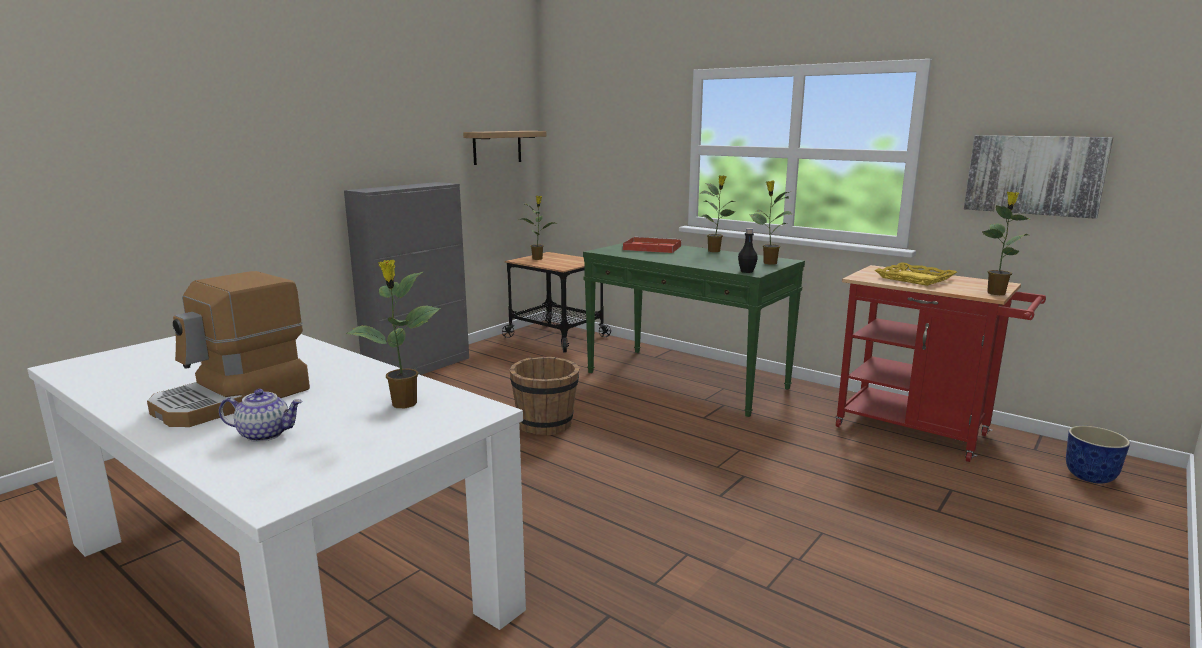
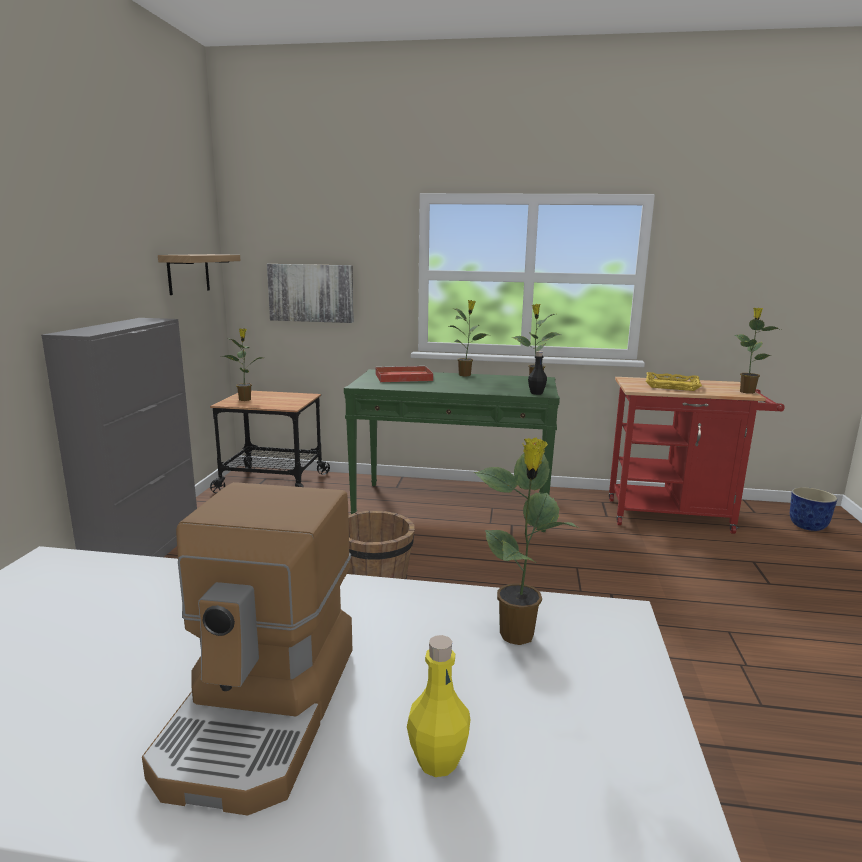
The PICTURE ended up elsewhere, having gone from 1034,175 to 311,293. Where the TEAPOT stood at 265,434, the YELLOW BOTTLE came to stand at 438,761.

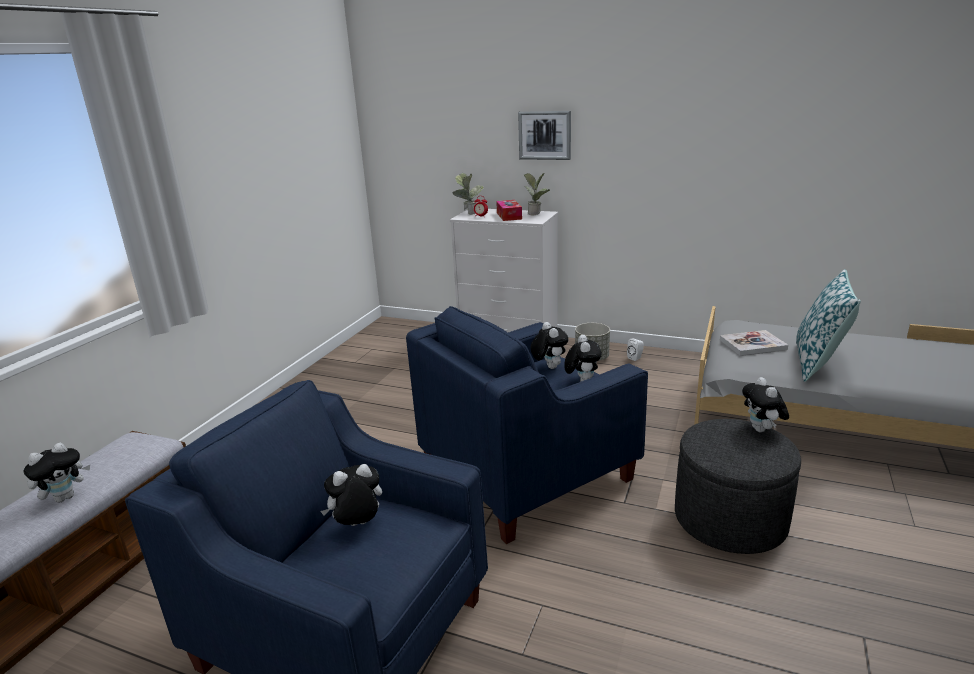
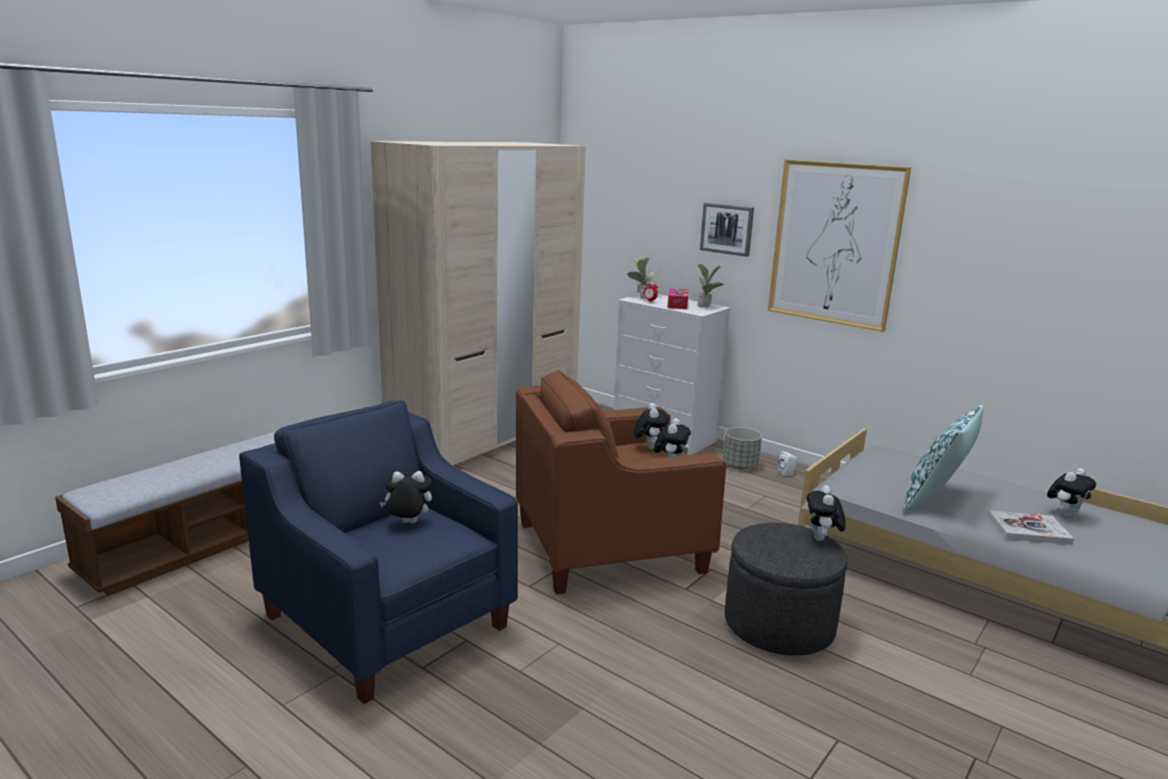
The second view gained the BEIGE WARDROBE at 486,436. What was the BLUE ARMCHAIR at 527,474 turned into the BROWN ARMCHAIR at 609,547. The second view gained the PICTURE at 835,243. The BOOK ended up elsewhere, having gone from 752,344 to 1028,530. The PLUSH TOY ended up elsewhere, having gone from 65,497 to 1065,514.

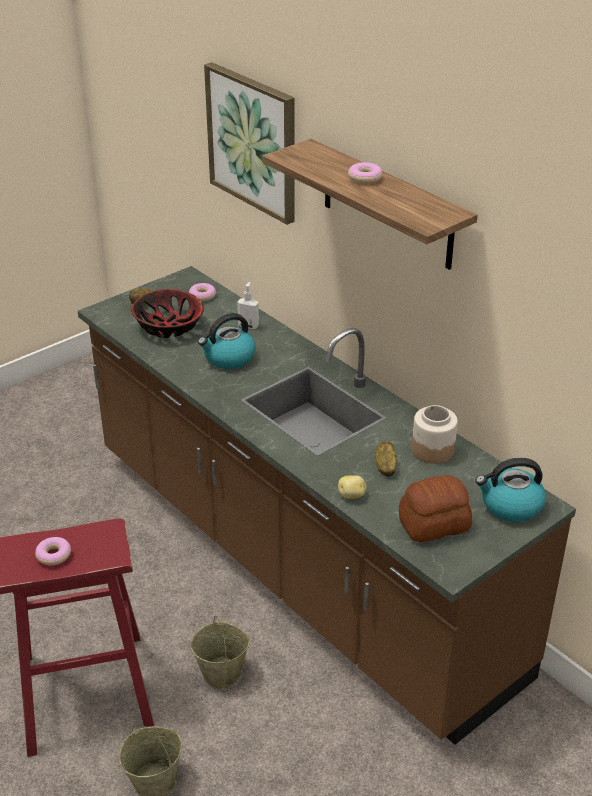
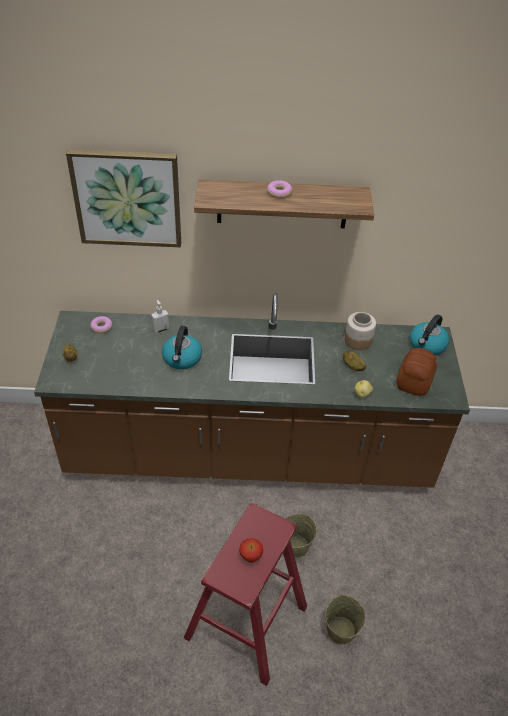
Where the DONUT stood at 53,555, the APPLE came to stand at 250,558. The second view lost the BOWL at 169,327.

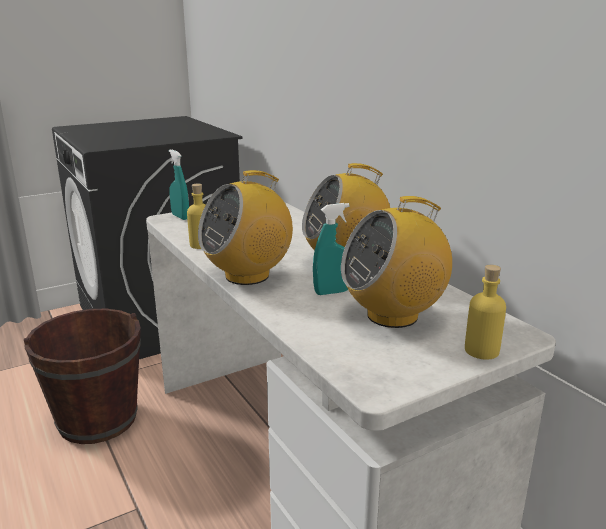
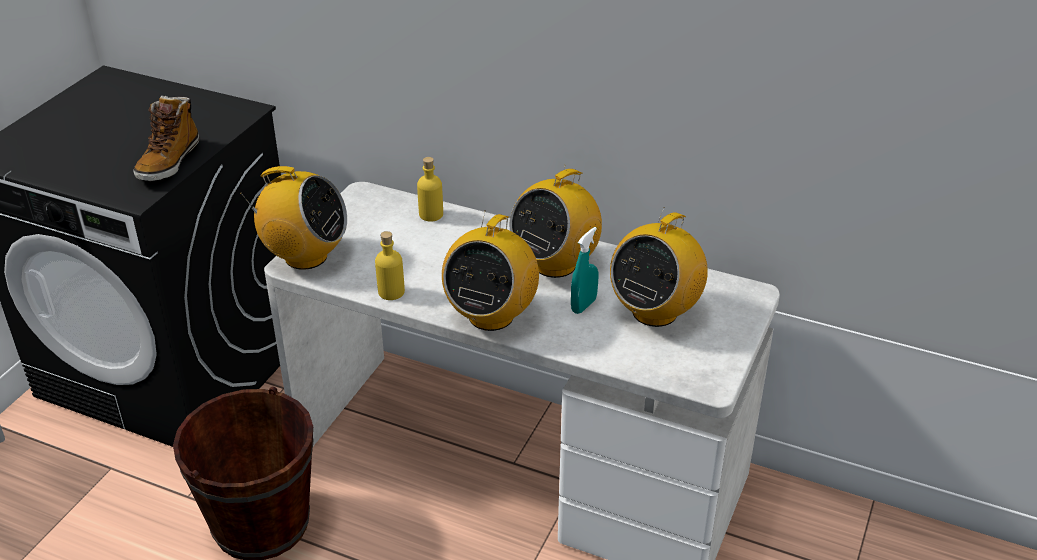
The second view gained the BOOT at 169,162. Where the TURQUOISE SPRAY BOTTLE stood at 180,217, the RADIO came to stand at 305,256. The YELLOW BOTTLE ended up elsewhere, having gone from 481,350 to 431,214.

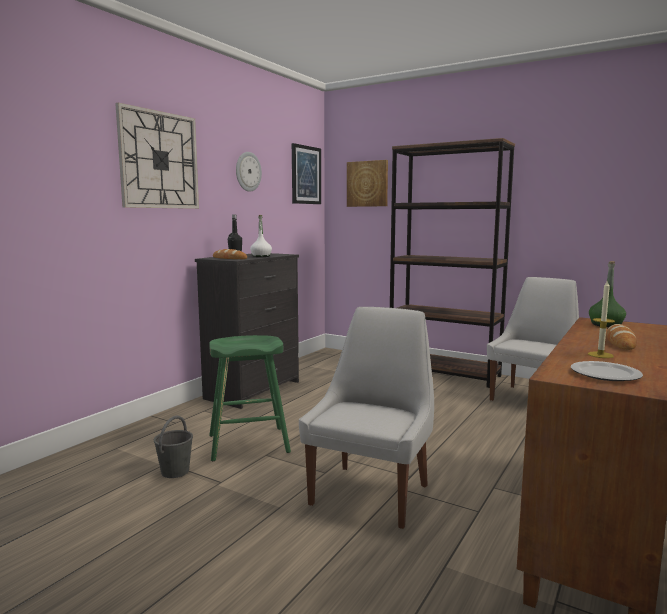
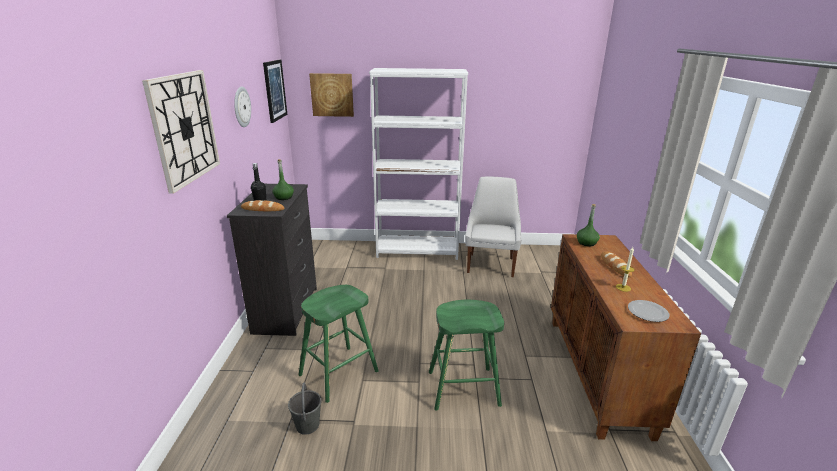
What was the WHITE BOTTLE at 261,256 turned into the GREEN BOTTLE at 284,197. What was the BROWN BOOKCASE at 444,373 turned into the WHITE BOOKCASE at 417,251. Where the WHITE CHAIR stood at 372,492, the GREEN STOOL came to stand at 463,388.

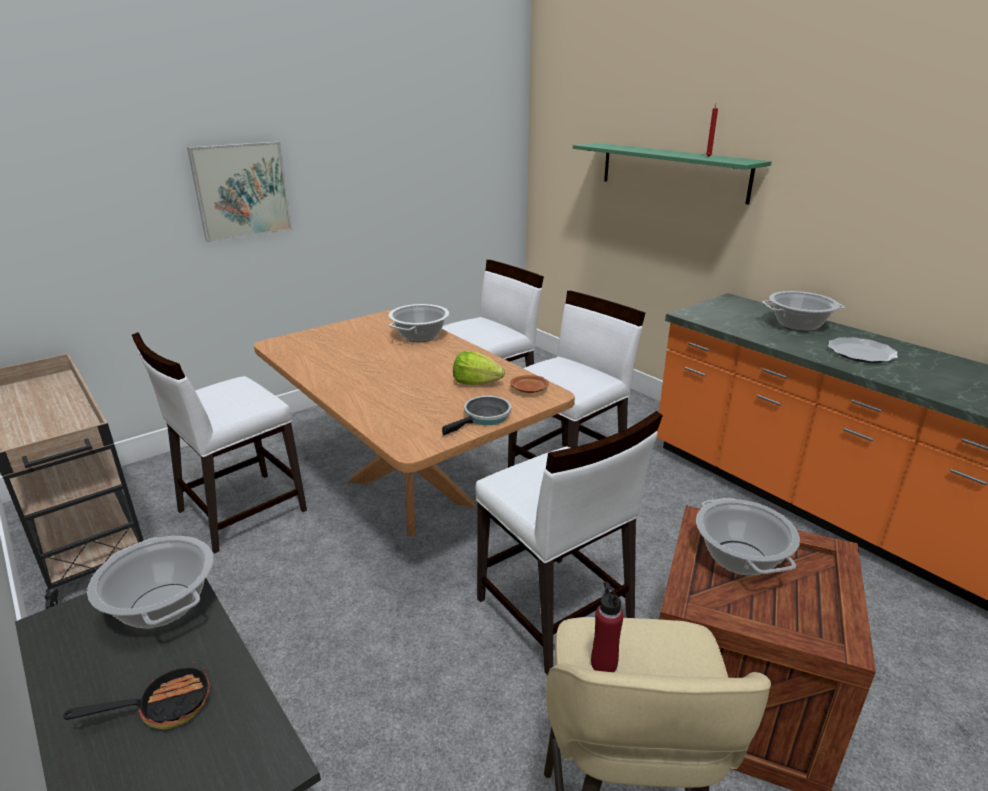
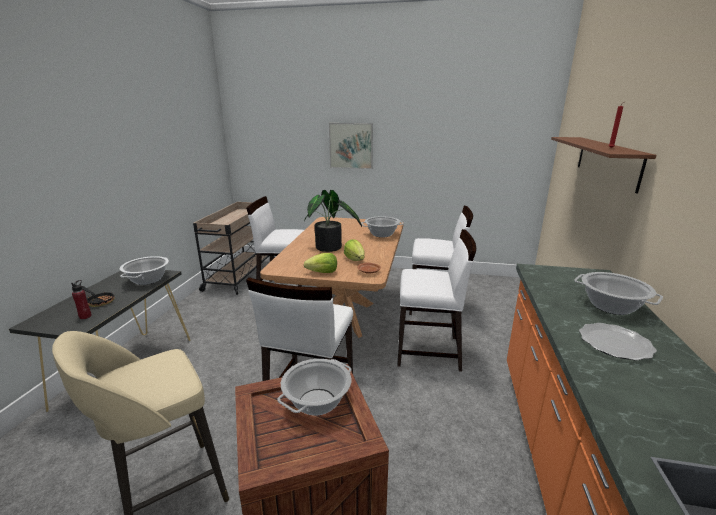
The RED BOTTLE ended up elsewhere, having gone from 604,664 to 85,316. The second view gained the POTTED PLANT at 330,248. Where the FRYING PAN stood at 484,418, the LETTUCE came to stand at 323,272. What was the GREEN SHELF at 672,171 turned into the BROWN SHELF at 607,161.

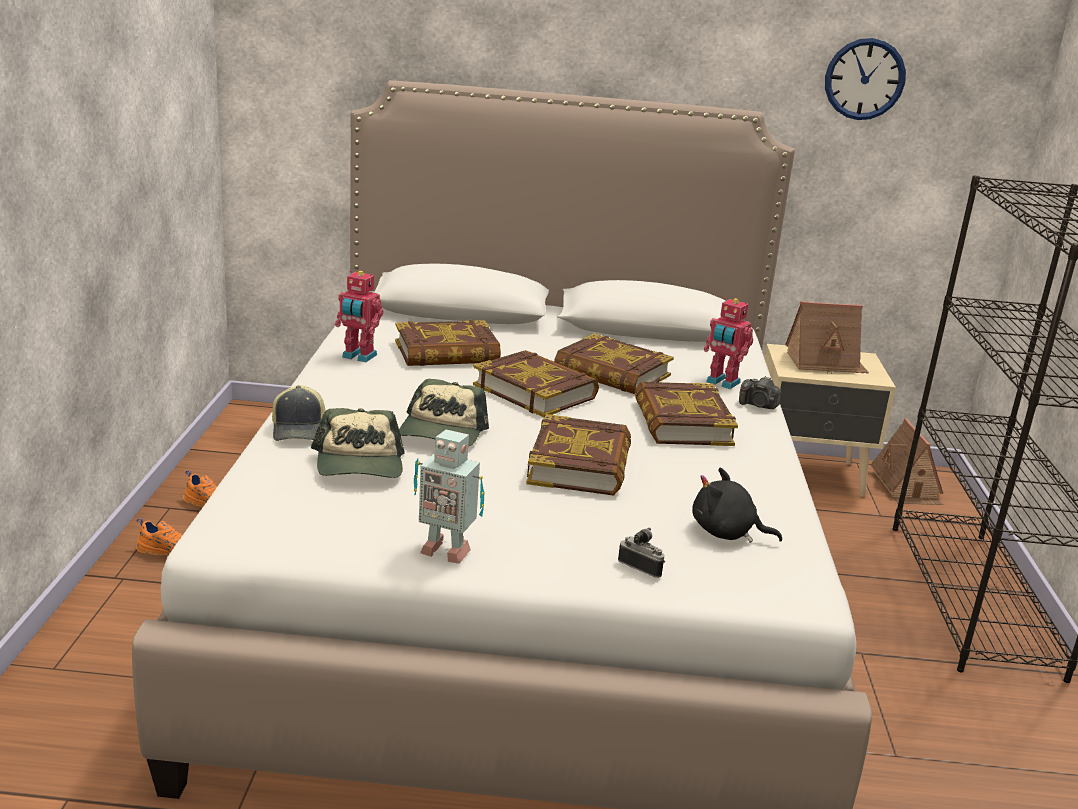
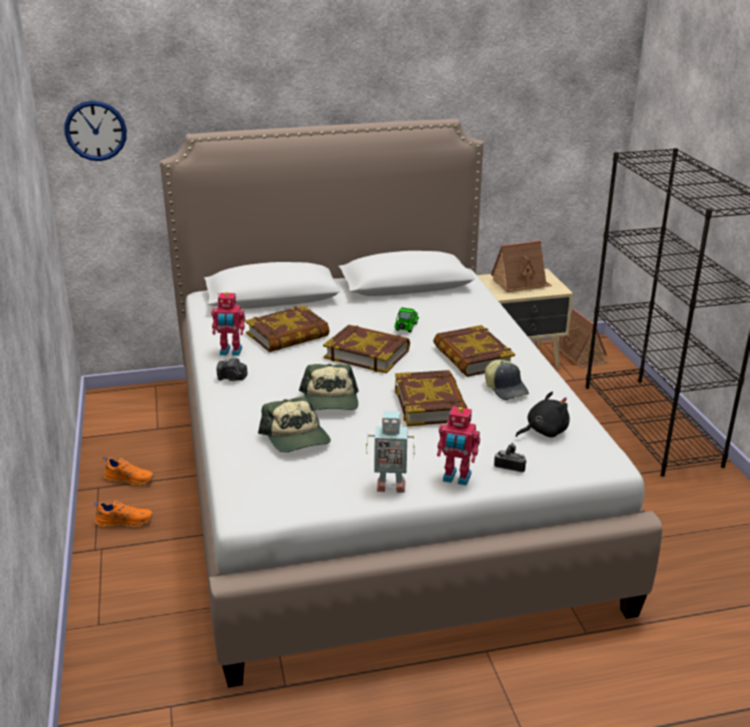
The WALL CLOCK ended up elsewhere, having gone from 864,79 to 95,130. The PHOTO CAMERA ended up elsewhere, having gone from 758,405 to 232,378. Where the BOOK stood at 612,373, the TOY CAR came to stand at 406,327. The TOY ROBOT ended up elsewhere, having gone from 722,383 to 456,478. The CAP ended up elsewhere, having gone from 300,429 to 506,389. The BLACK PLUSH TOY at 727,533 ended up facing another way, 150 degrees clockwise from before.

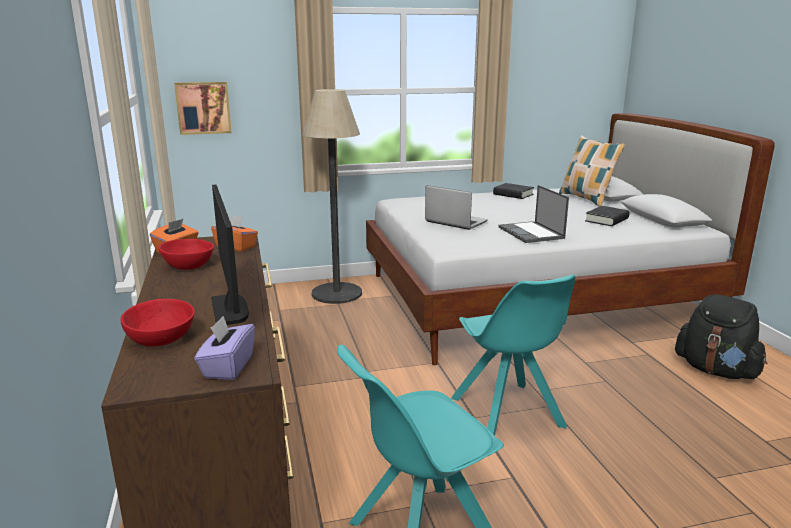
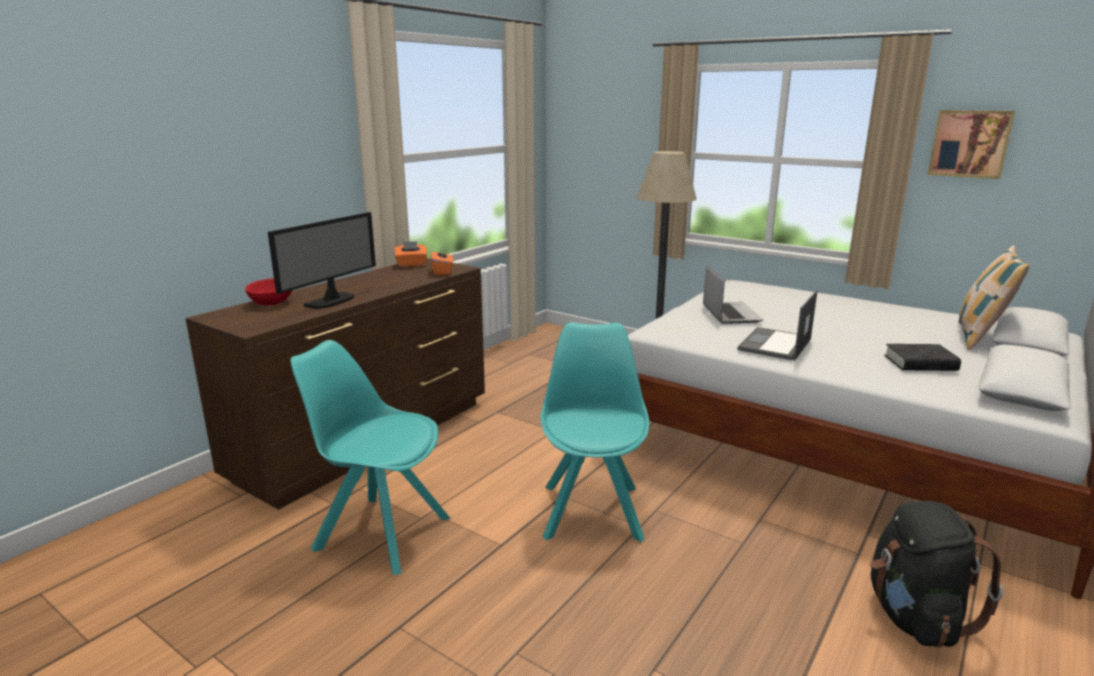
The TURQUOISE CHAIR at 508,414 ended up facing another way, 150 degrees clockwise from before. The PICTURE ended up elsewhere, having gone from 203,108 to 970,143. The second view lost the RED BOWL at 188,266. The second view lost the PURPLE TISSUE BOX at 228,367. The second view lost the BLACK BOOK at 513,194.

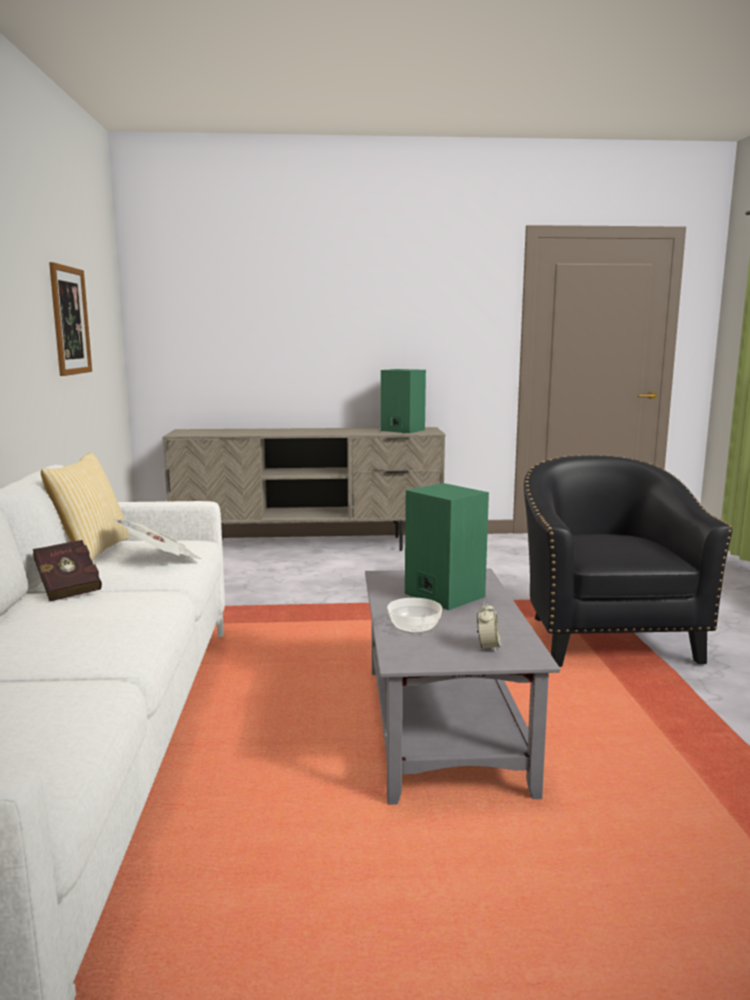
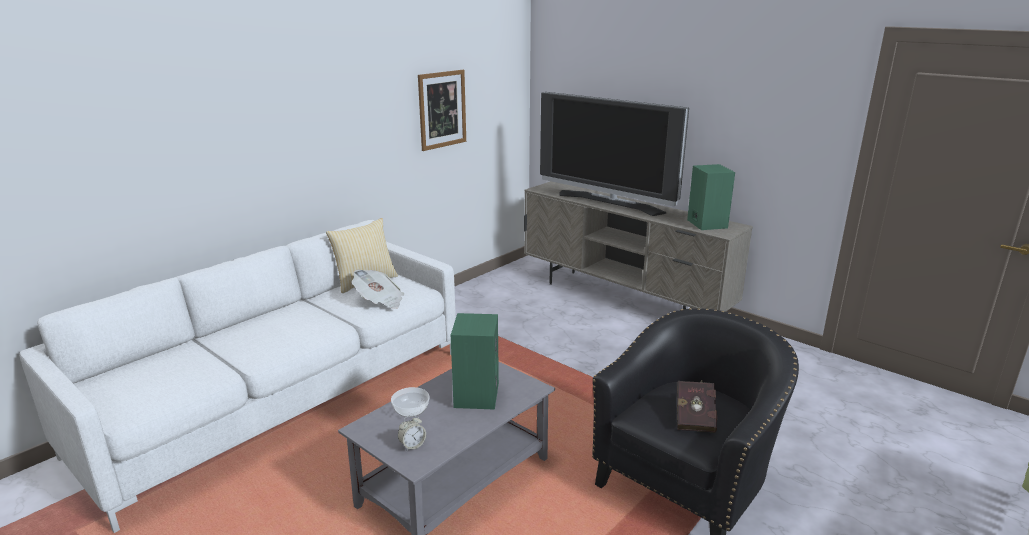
The second view gained the TELEVISION at 609,203. The RED BOOK ended up elsewhere, having gone from 69,587 to 695,417.

